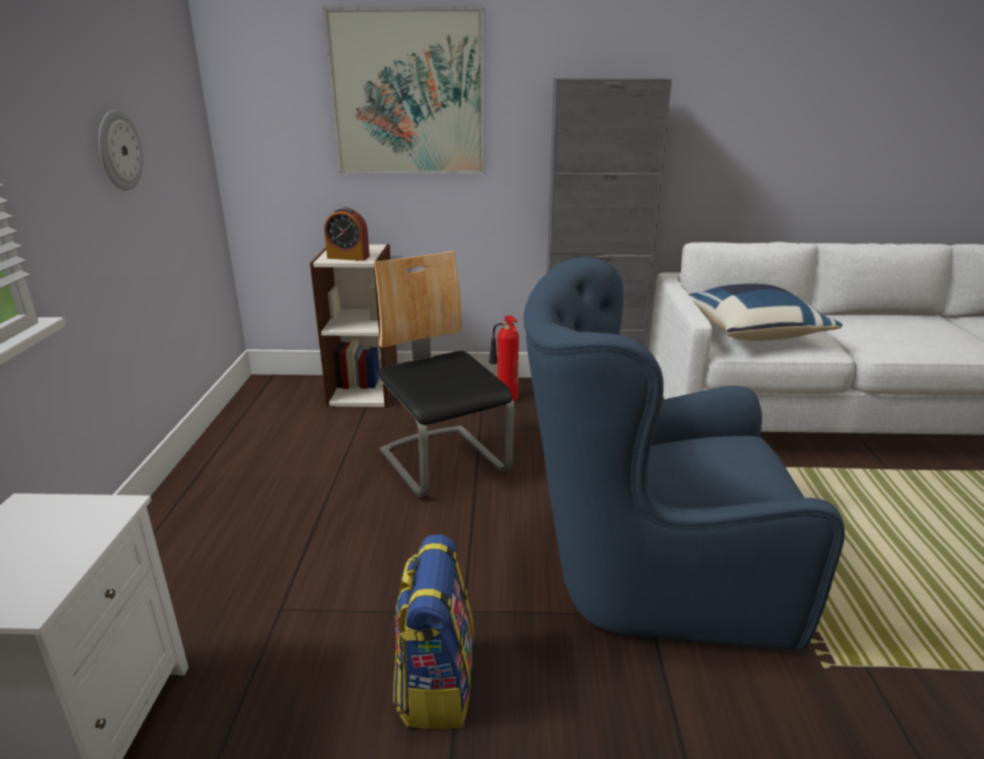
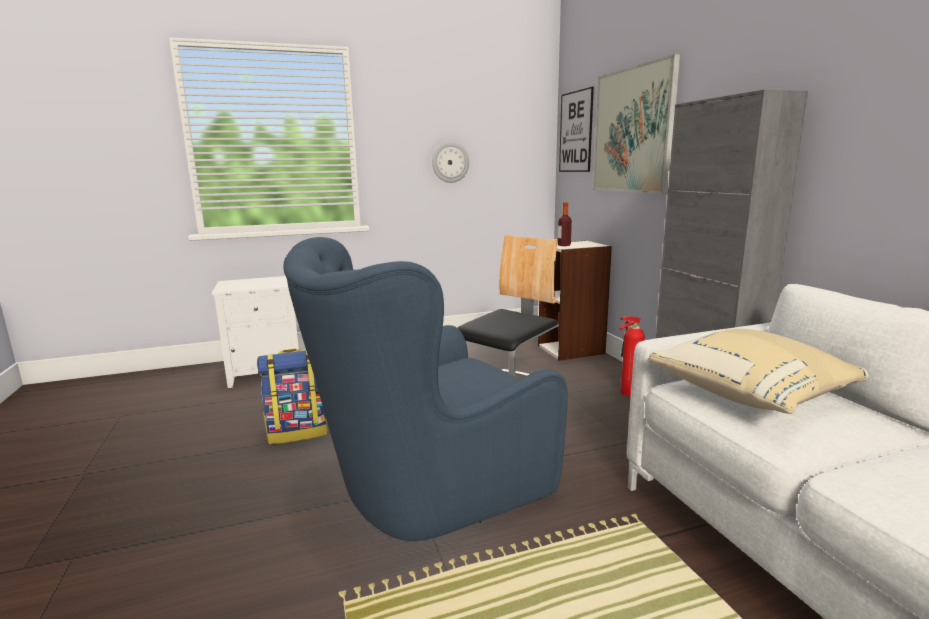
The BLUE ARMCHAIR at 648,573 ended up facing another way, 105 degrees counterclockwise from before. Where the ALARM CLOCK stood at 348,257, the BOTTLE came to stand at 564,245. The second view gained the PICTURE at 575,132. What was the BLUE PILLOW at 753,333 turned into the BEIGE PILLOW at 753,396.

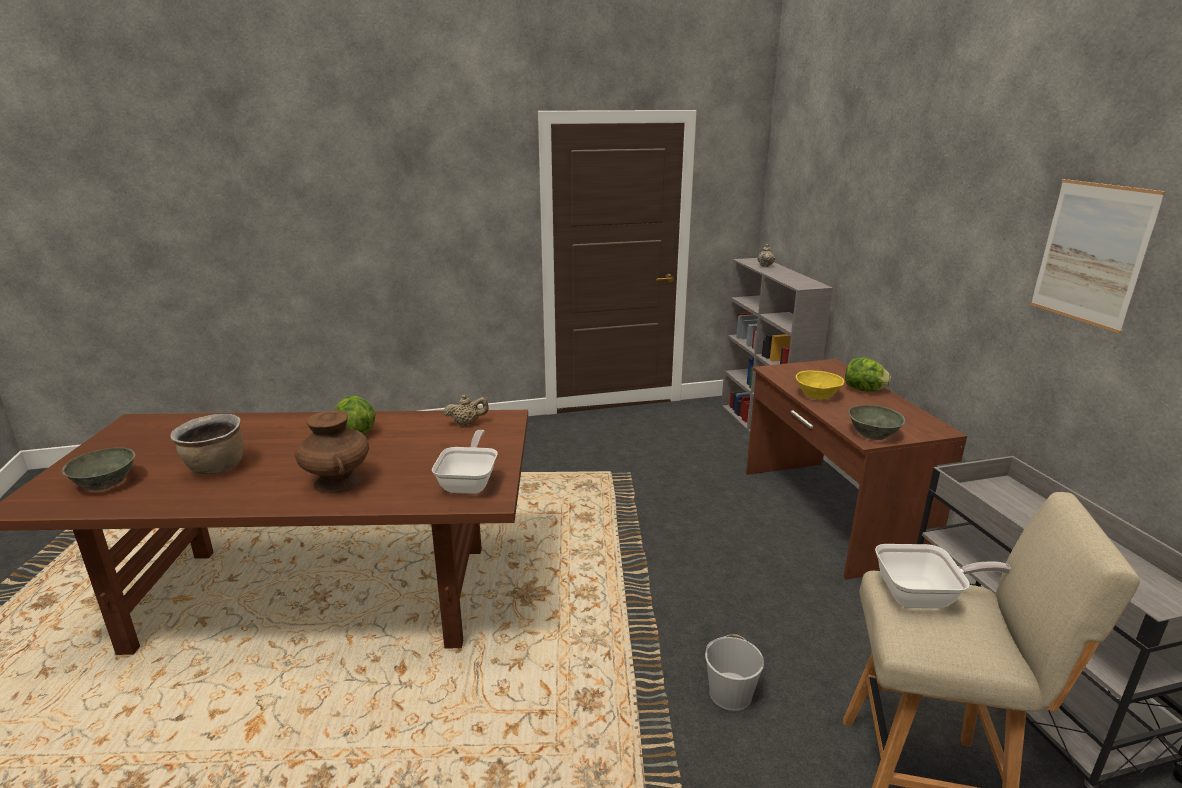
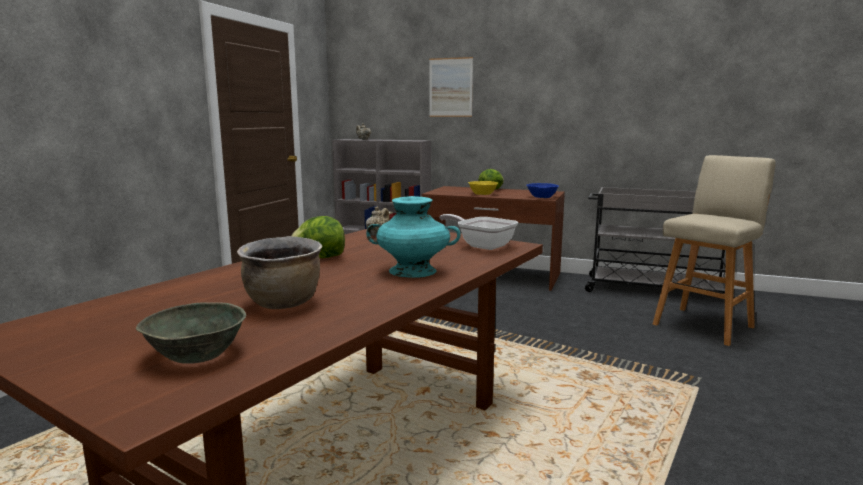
What was the BROWN VASE at 338,482 turned into the TURQUOISE VASE at 413,271. The PICTURE ended up elsewhere, having gone from 1091,253 to 450,87. What was the GREY BOWL at 872,434 turned into the BLUE BOWL at 542,197. The second view lost the WHITE BUCKET at 731,693. The second view lost the FRYING PAN at 924,597.

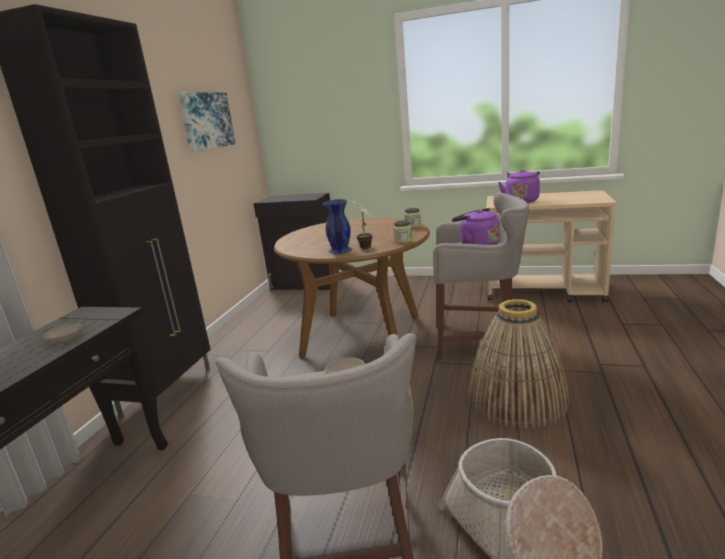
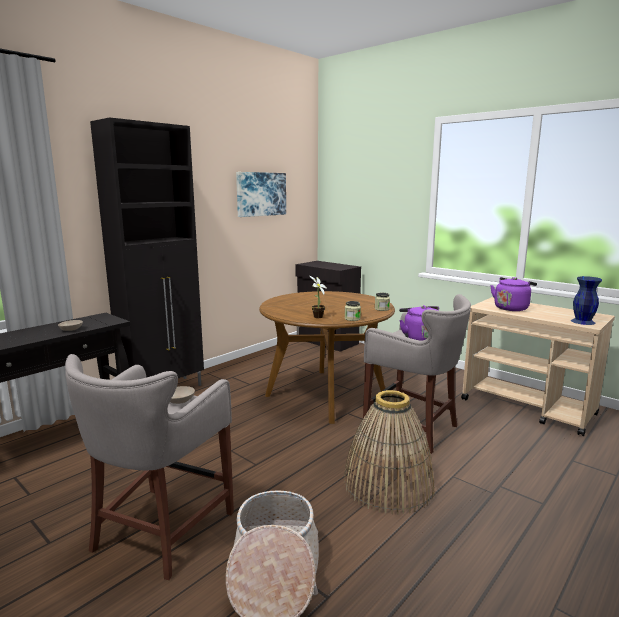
The BLUE VASE ended up elsewhere, having gone from 340,250 to 582,321.

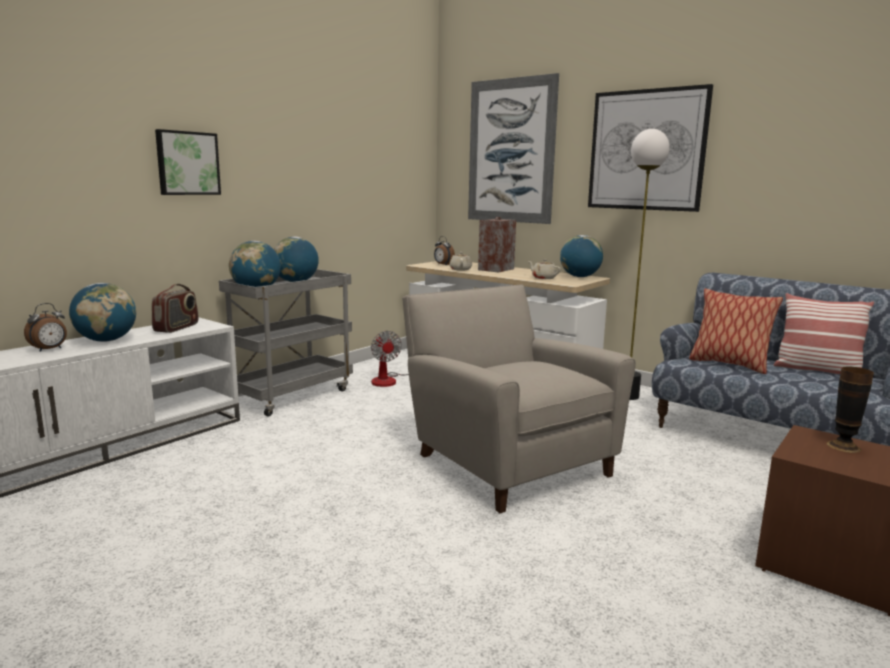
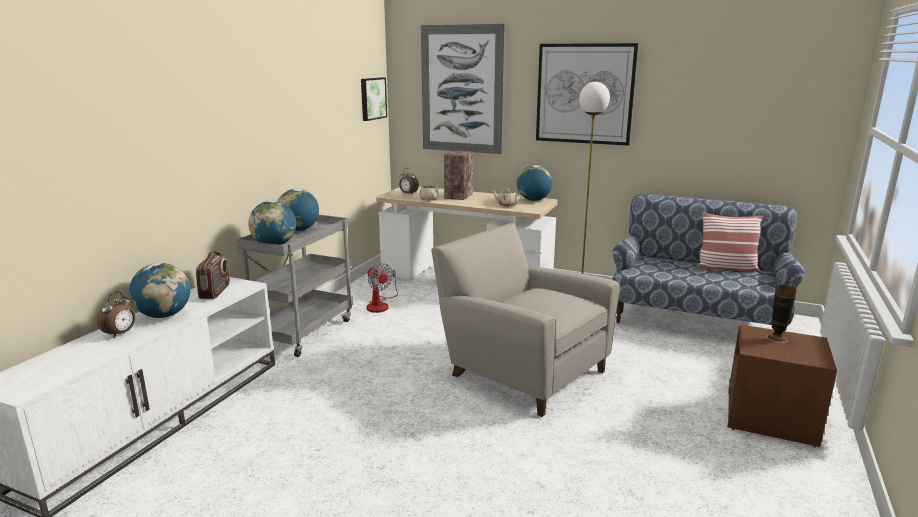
The PICTURE ended up elsewhere, having gone from 187,163 to 372,98. The second view lost the PILLOW at 728,364.

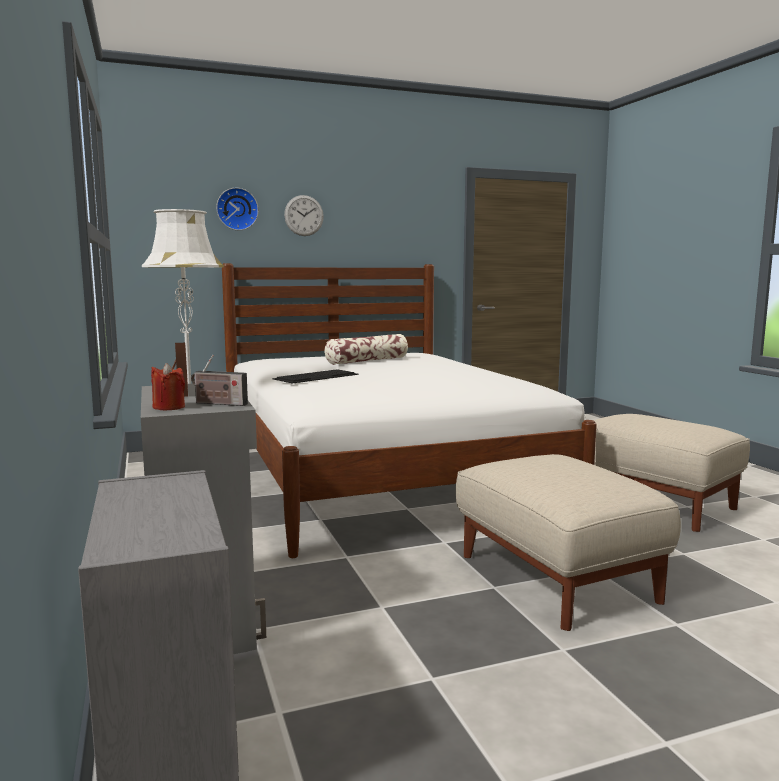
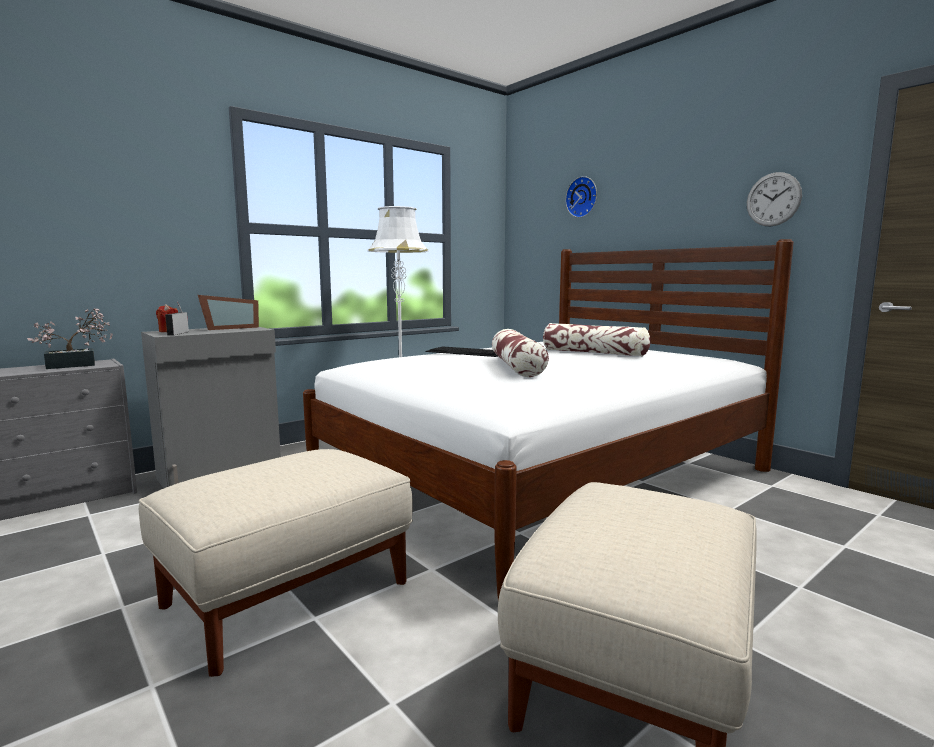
The second view gained the POTTED PLANT at 78,365. The second view gained the PILLOW at 517,367. The WALL CLOCK ended up elsewhere, having gone from 304,215 to 773,199.

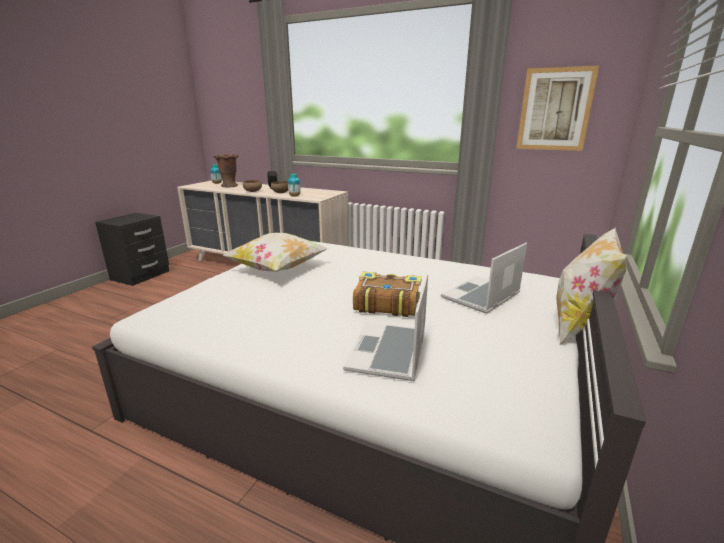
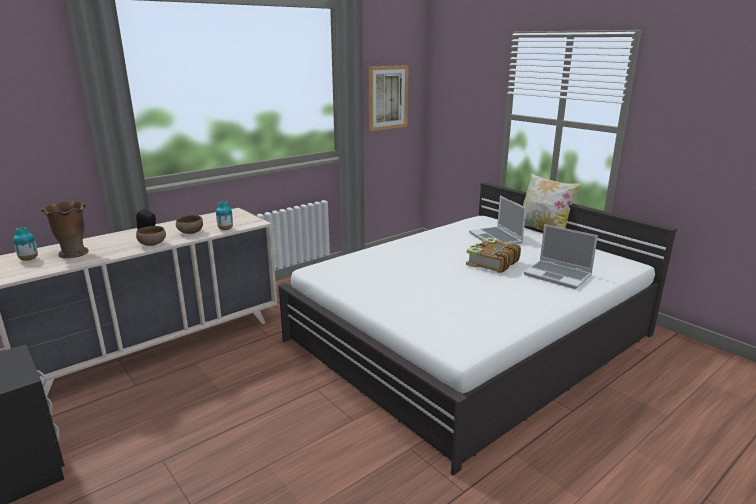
The second view lost the PILLOW at 278,269.

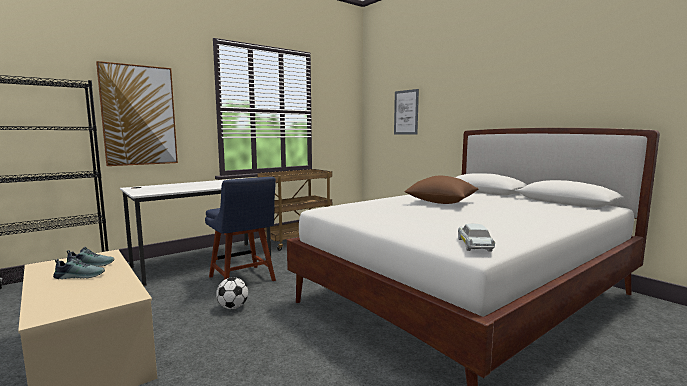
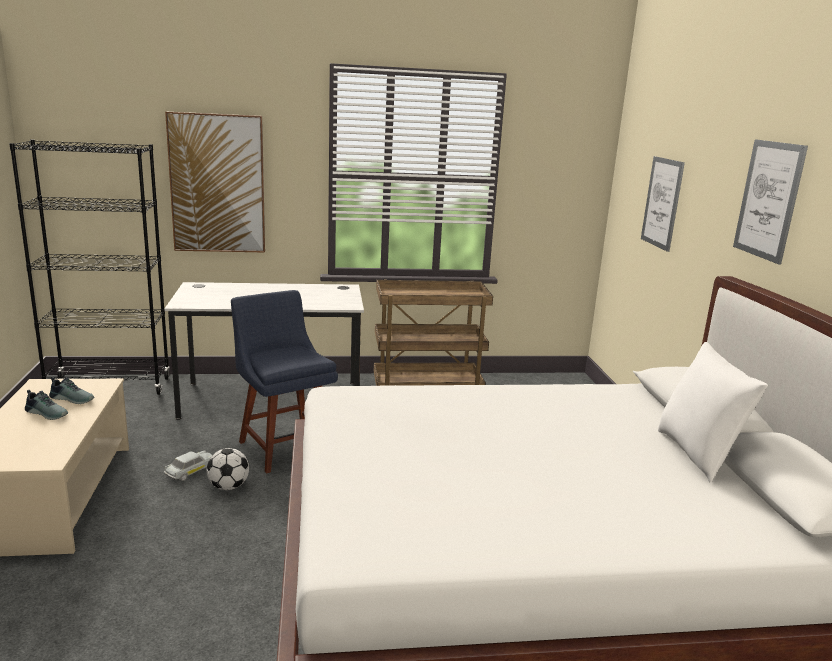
The WHITE TOY CAR ended up elsewhere, having gone from 474,245 to 190,471. The BLUE CHAIR at 243,279 ended up facing another way, 150 degrees clockwise from before. The second view gained the WHITE PILLOW at 697,454. The second view gained the PICTURE at 768,200. The second view lost the BROWN PILLOW at 441,202.

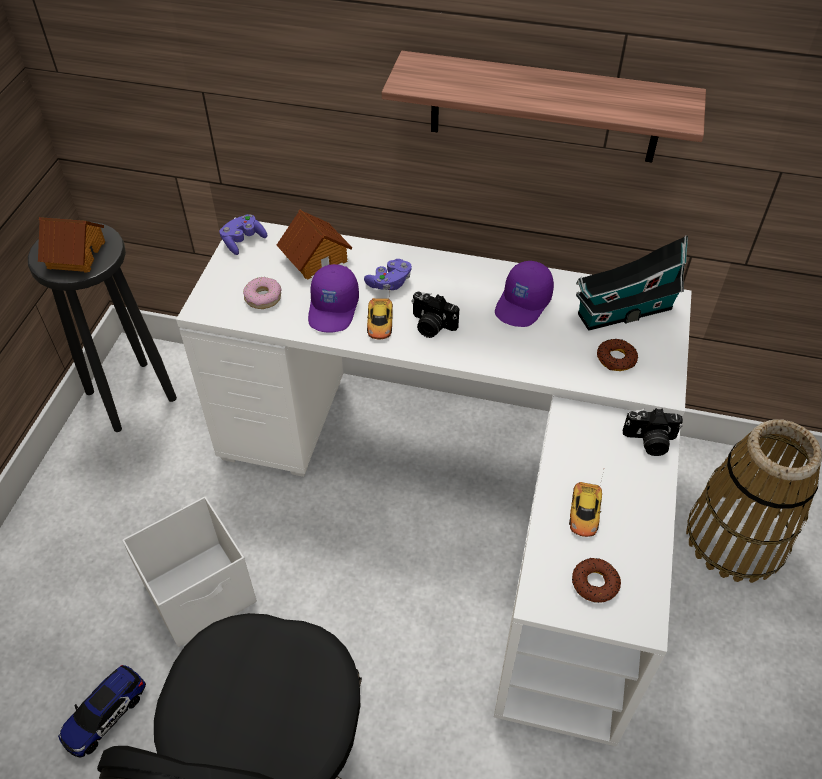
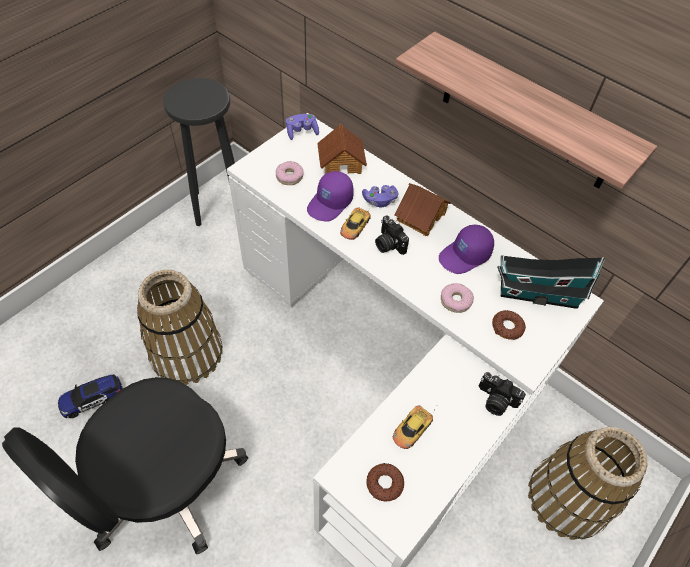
Where the WHITE STORAGE BOX stood at 202,593, the BASKET came to stand at 187,353. The TOY HOUSE ended up elsewhere, having gone from 75,254 to 420,216. The second view gained the DONUT at 455,300.

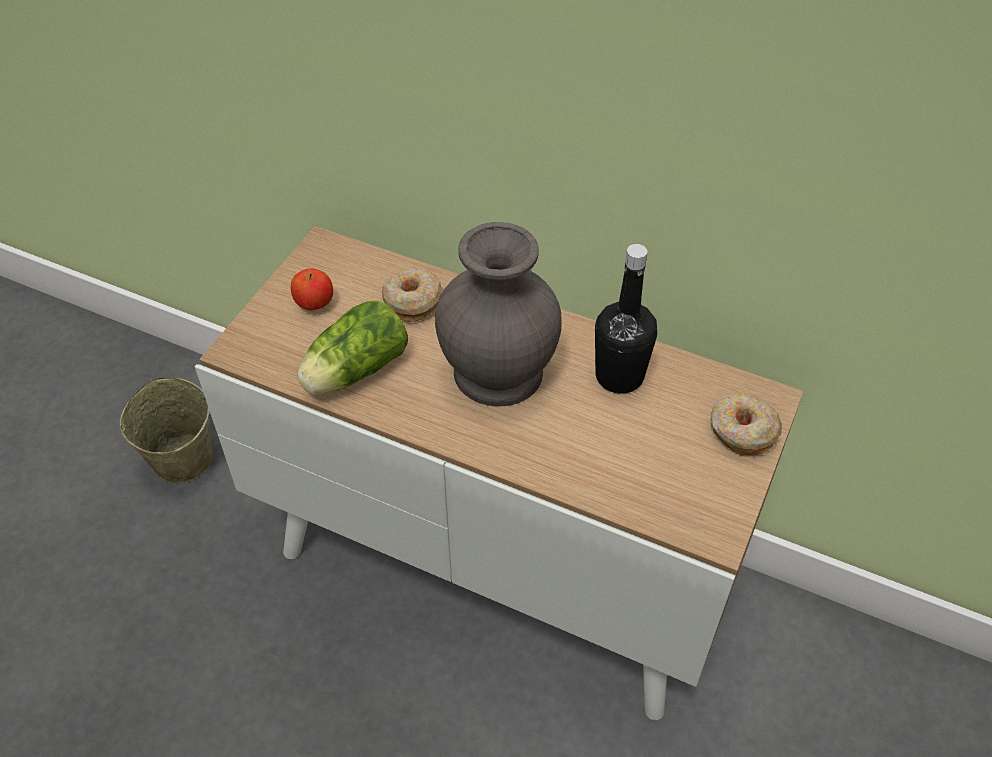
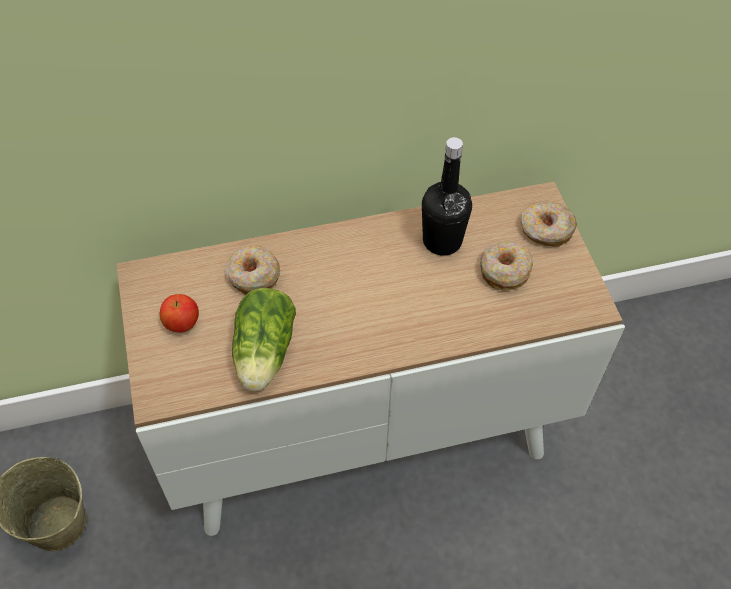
The second view gained the DONUT at 504,271. The second view lost the GREY VASE at 495,371.

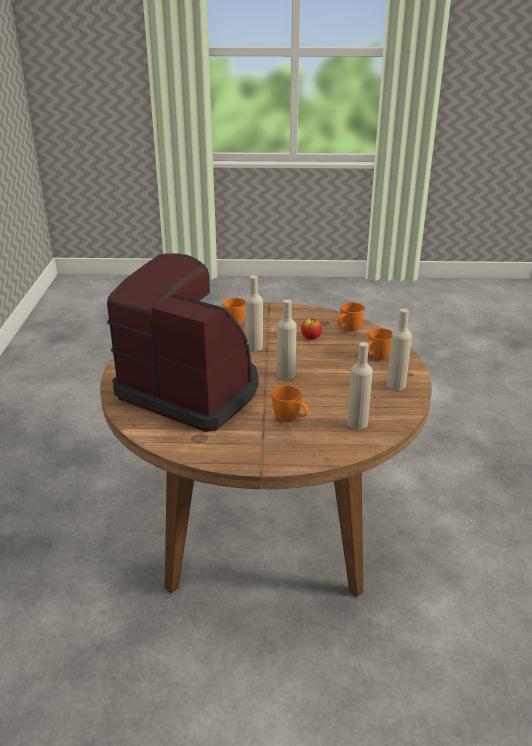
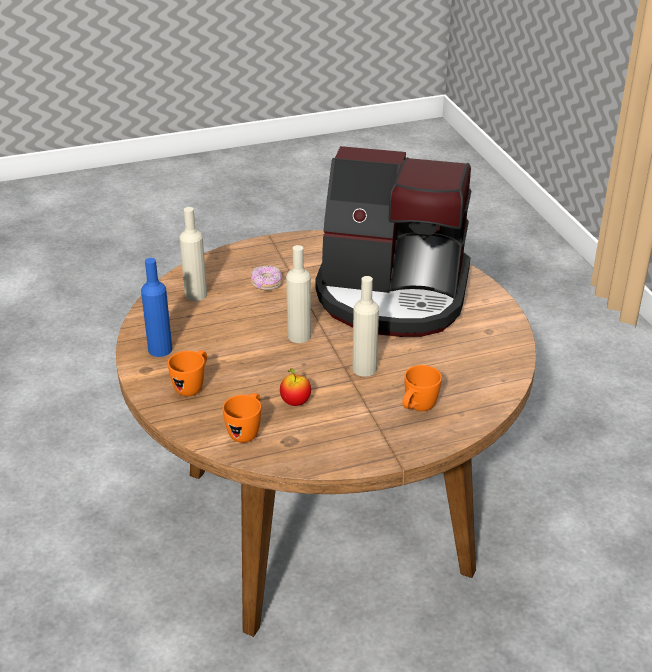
What was the BEIGE BOTTLE at 396,385 turned into the BLUE BOTTLE at 160,349. Where the ORANGE MUG stood at 290,420, the DONUT came to stand at 266,284.

